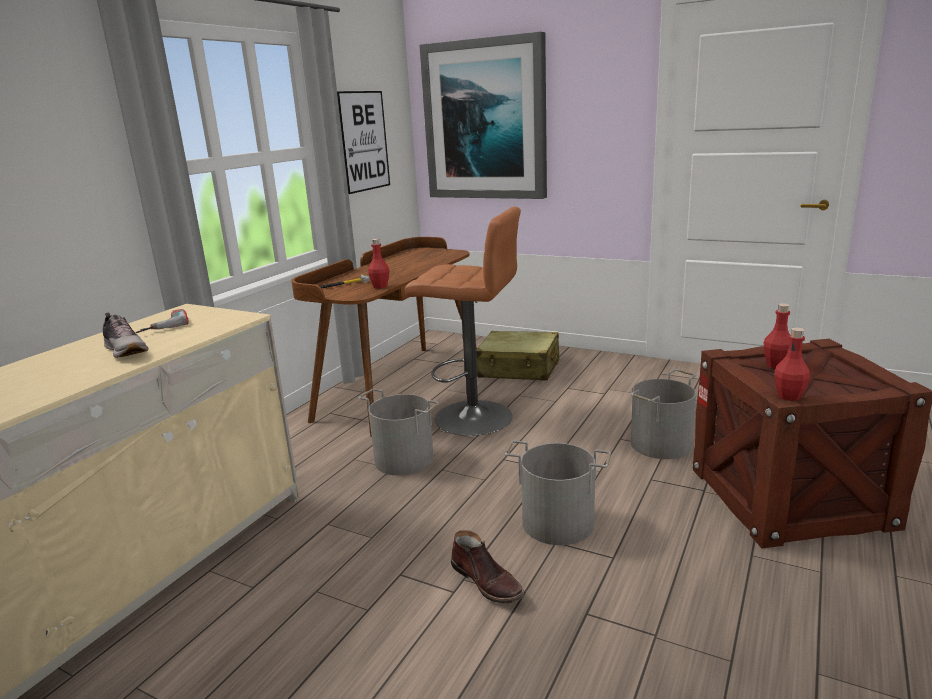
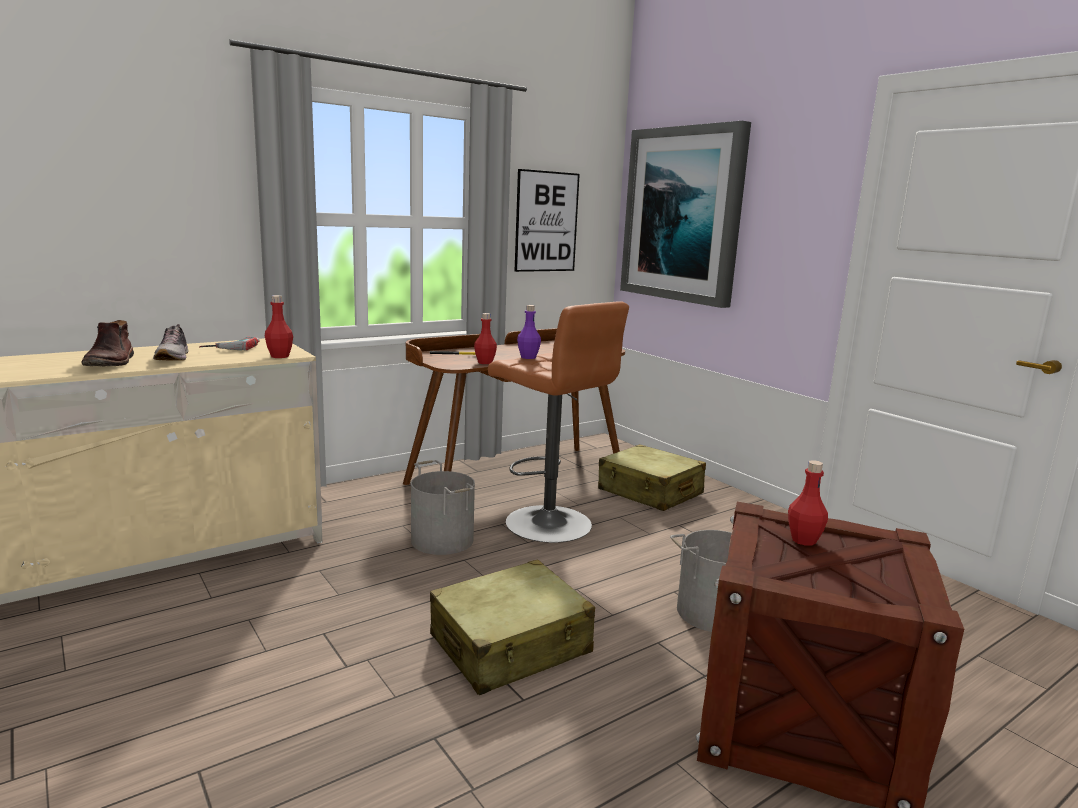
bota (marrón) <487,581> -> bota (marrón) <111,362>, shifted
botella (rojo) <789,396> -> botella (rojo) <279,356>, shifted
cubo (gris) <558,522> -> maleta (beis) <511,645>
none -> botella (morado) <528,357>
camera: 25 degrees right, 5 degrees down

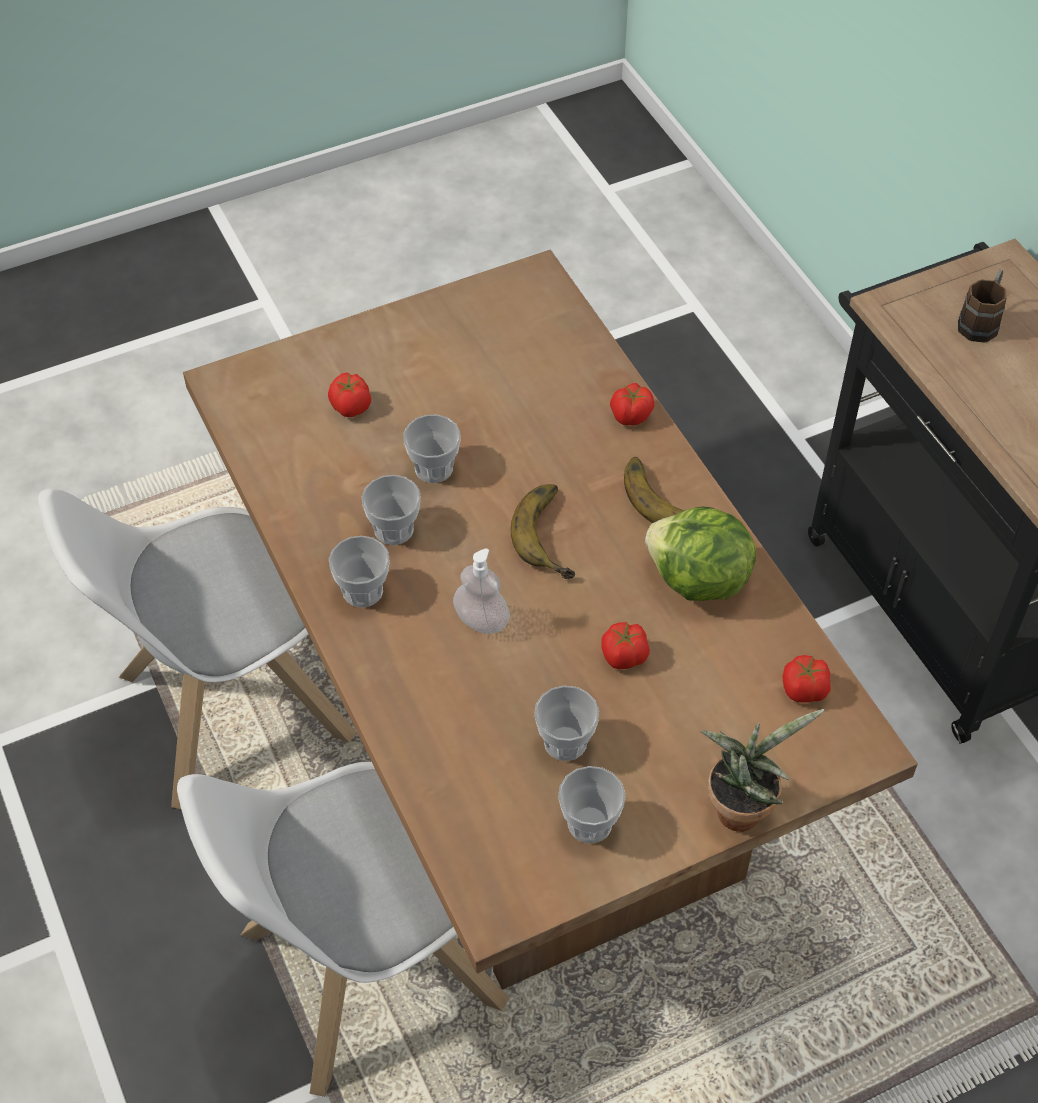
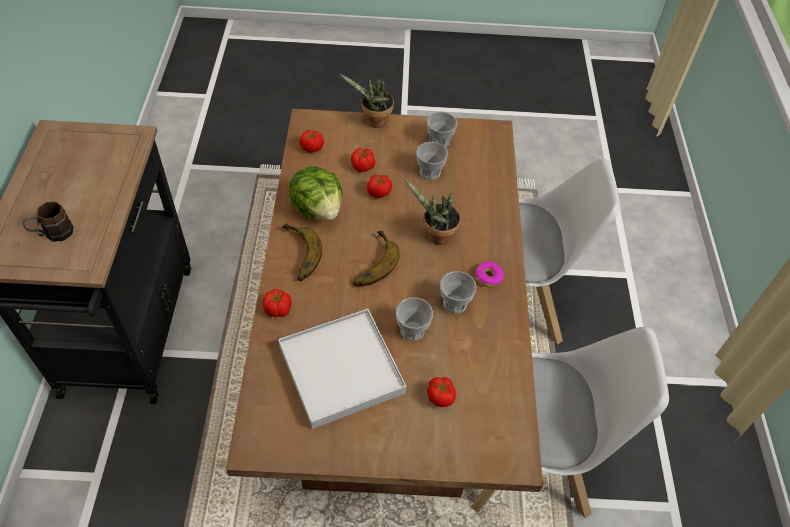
none -> bandeja (blanco) <342,370>
none -> tomate <363,167>
dispensador de jabón <481,621> -> planta en maceta <435,237>
taza <363,591> -> rosquilla <488,277>
camera: 155 degrees left, 0 degrees up

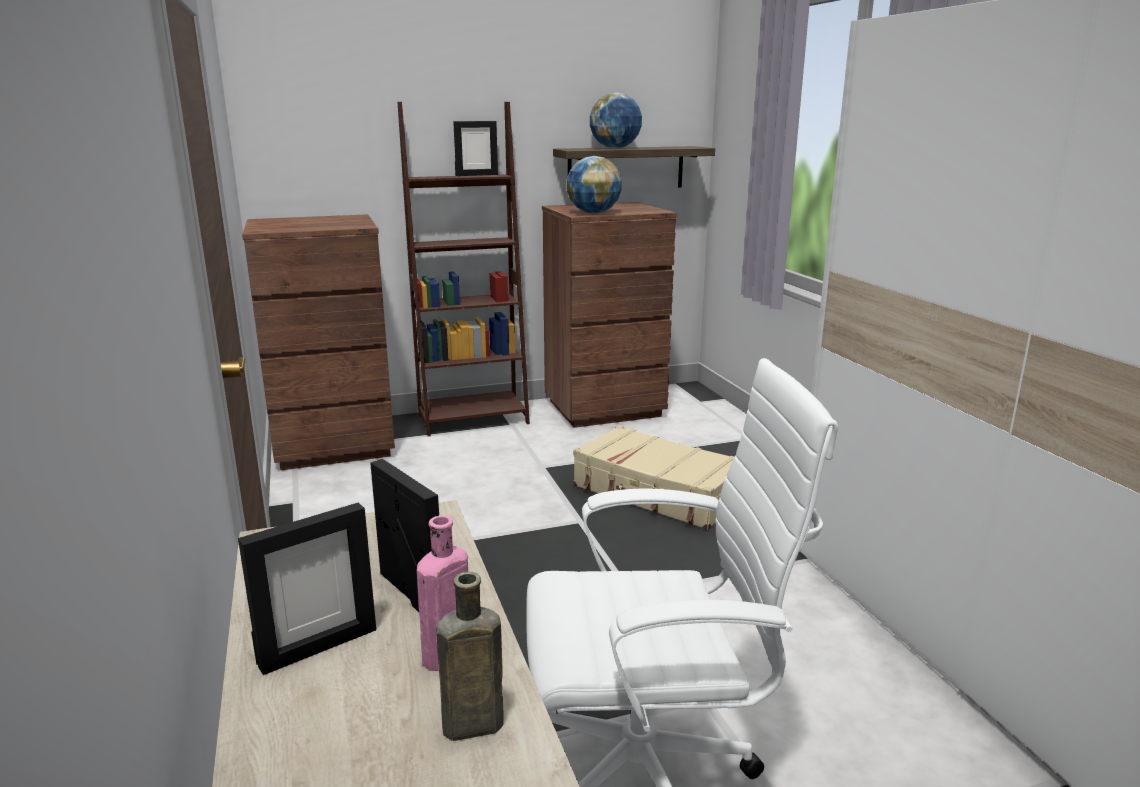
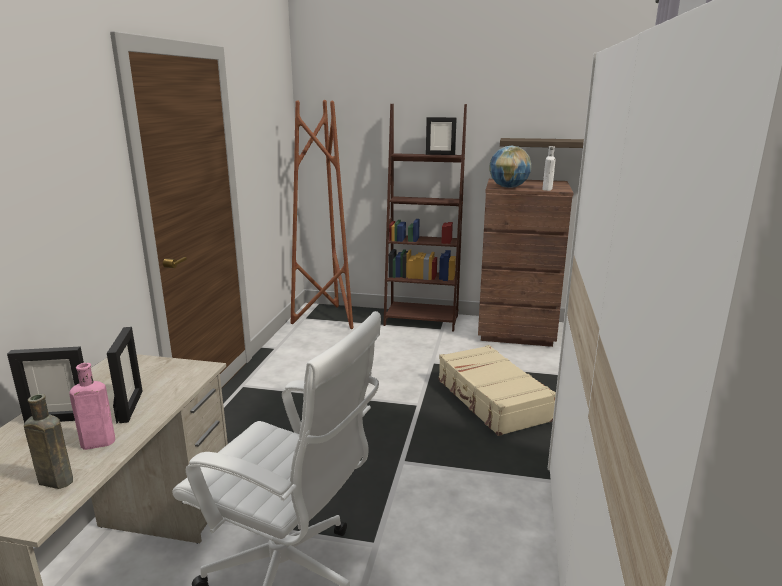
cómoda (marrón) <335,445> -> perchero (marrón) <327,319>
none -> botella (blanco) <547,189>
globo terráqueo <615,148> -> none
camera: 30 degrees right, 0 degrees up

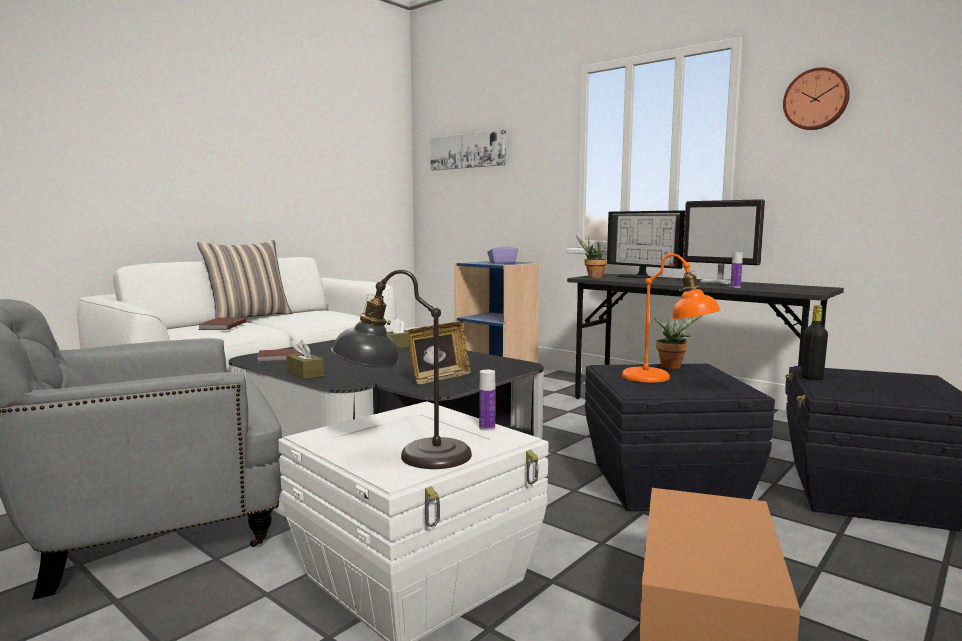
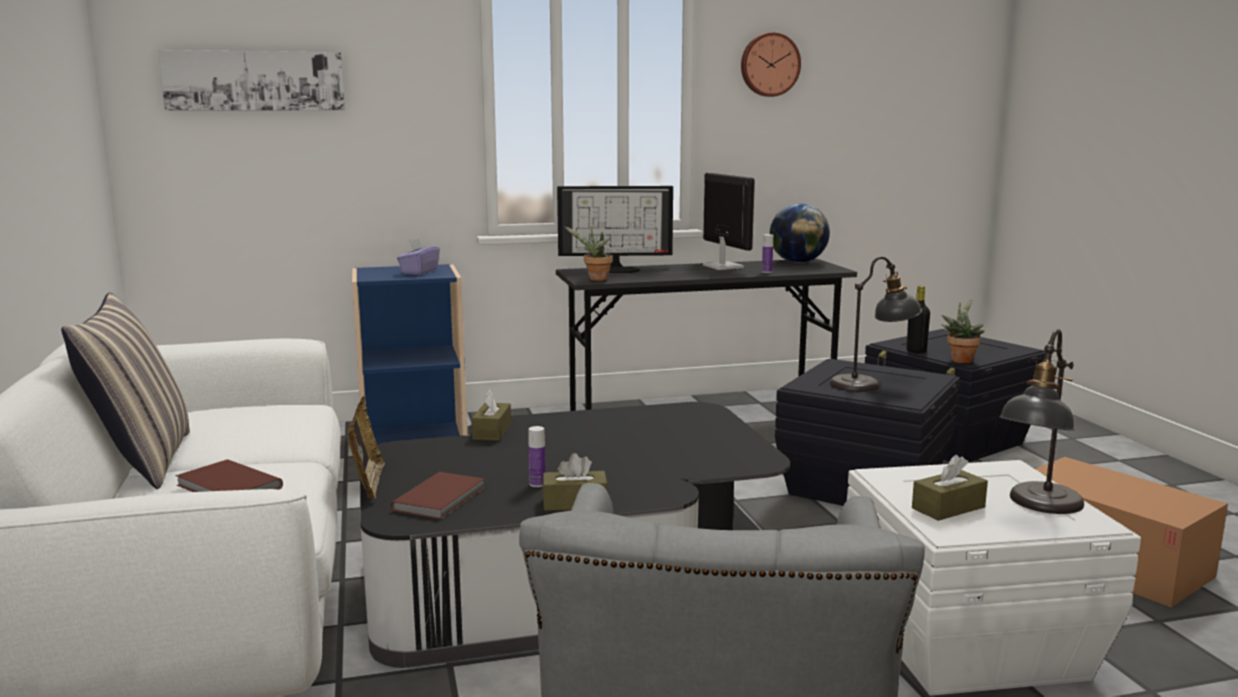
portarretratos <439,378> -> portarretratos <368,484>, shifted
botella <487,427> -> botella <537,484>, shifted
monitor <720,282> -> monitor <722,267>, 105 degrees counterclockwise
none -> globo terráqueo <798,262>
lámpara de mesa (naranja) <666,379> -> lámpara de mesa (gris) <871,382>
none -> caja de pañuelos (marrón) <948,508>
planta en maceta <672,366> -> planta en maceta <960,360>, shifted
camera: 55 degrees left, 5 degrees up

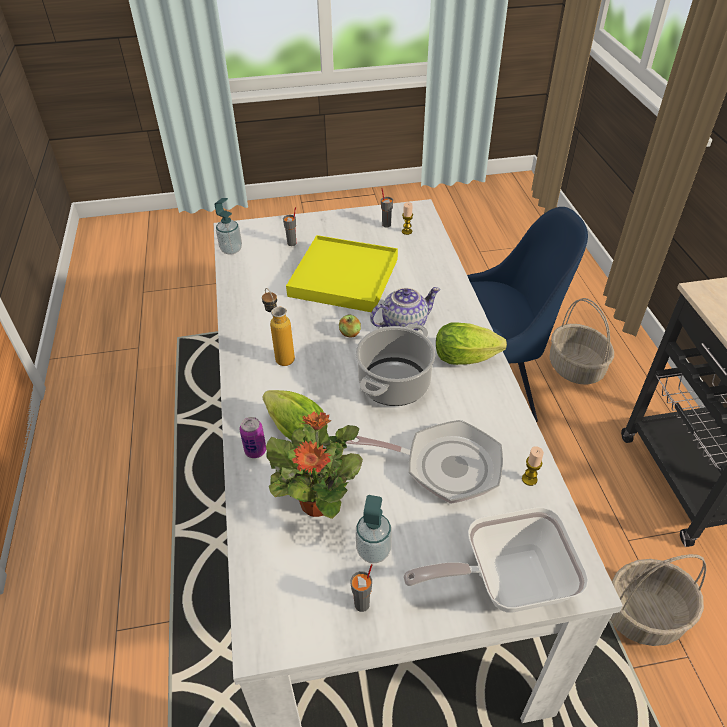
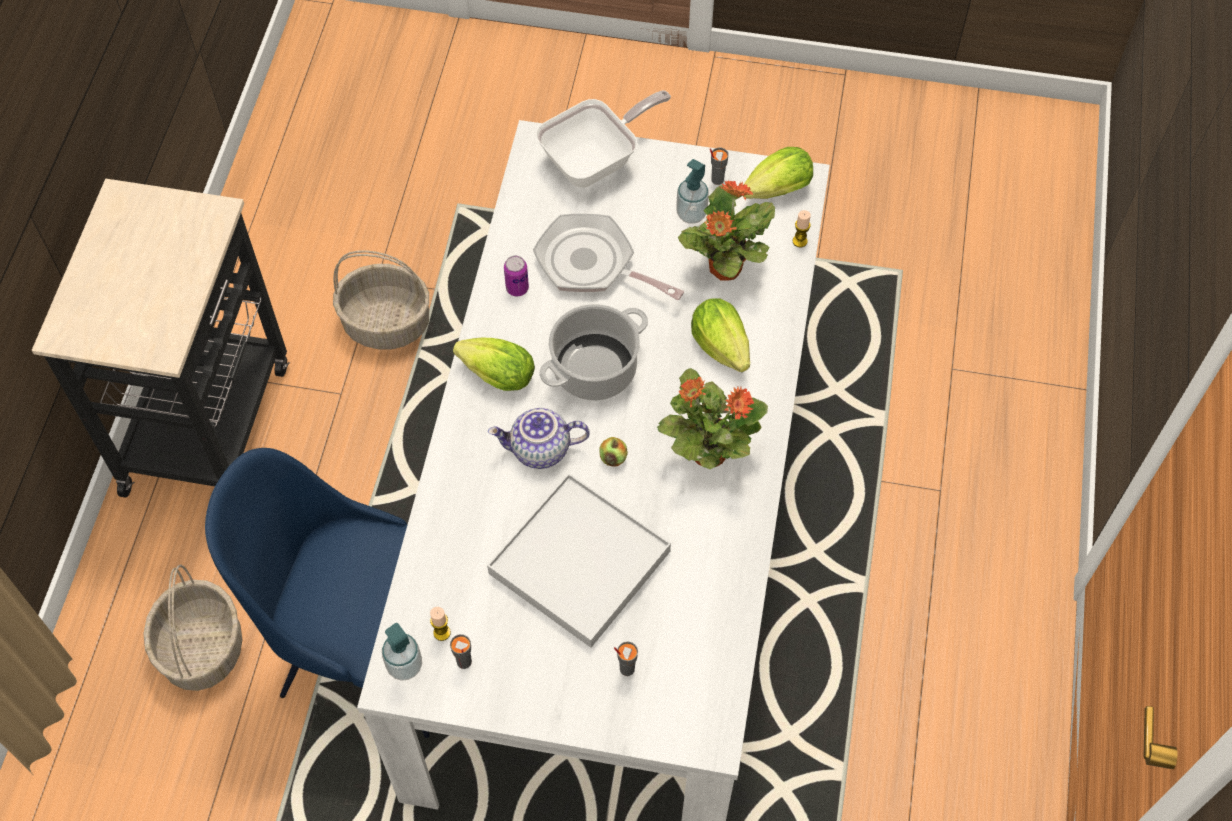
dispensador de jabón <231,249> -> dispensador de jabón <405,666>, shifted
bandeja (amarillo) <344,277> -> bandeja (blanco) <579,562>
lata <255,451> -> lata <517,288>, shifted
sartén <505,581> -> sartén <596,160>, 45 degrees counterclockwise
botella <281,355> -> planta en maceta <707,452>
none -> lechuga <773,192>
vela <529,479> -> vela <800,241>, shifted
camera: 160 degrees left, 15 degrees up

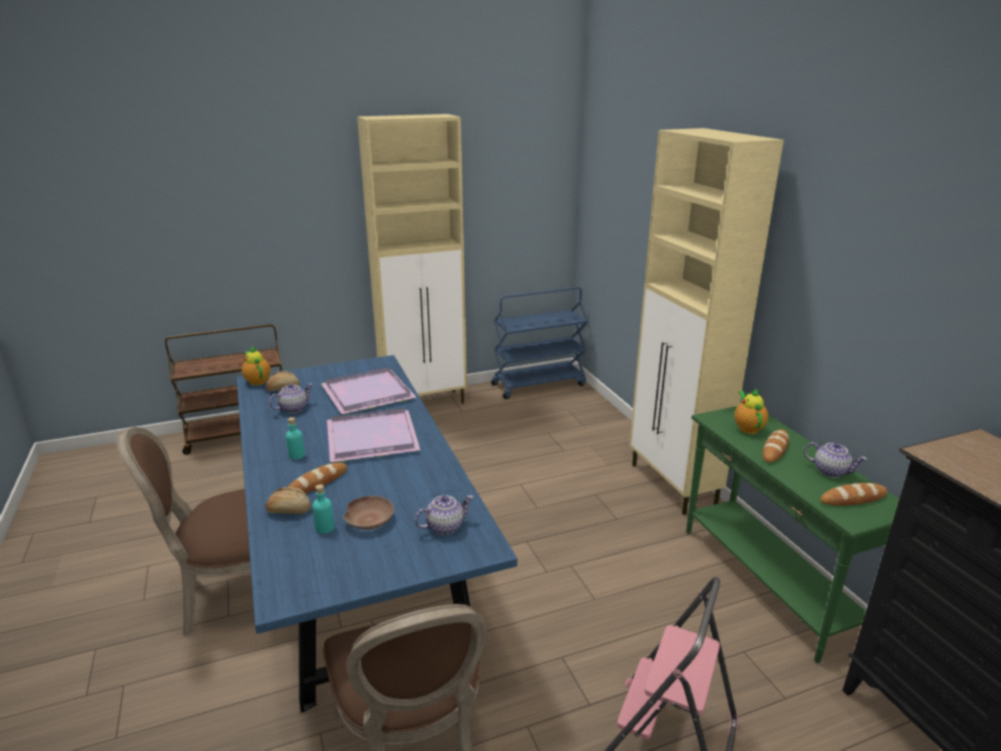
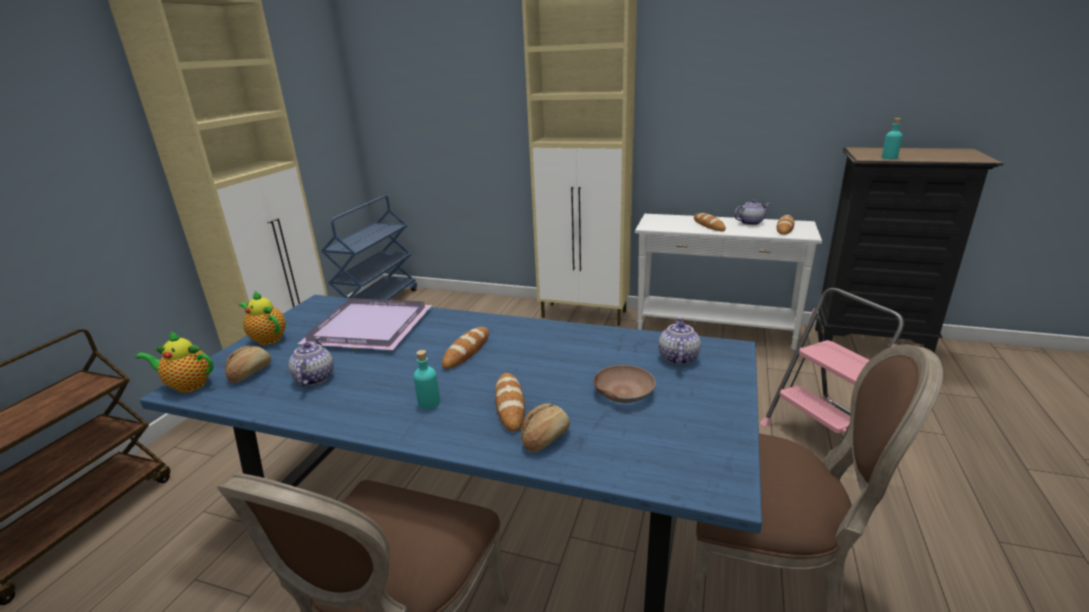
tetera <747,427> -> tetera <267,339>, shifted
bandeja (morado) <370,439> -> pan <467,351>
mesa consola (verde) <769,583> -> mesa consola (blanco) <715,331>
botella (turquesa) <325,528> -> botella (turquesa) <889,157>, shifted
camera: 50 degrees left, 0 degrees up

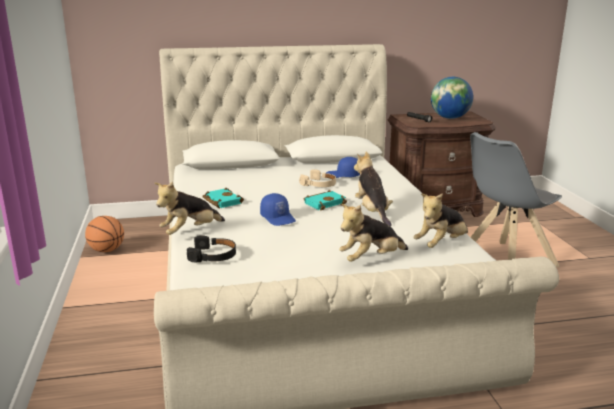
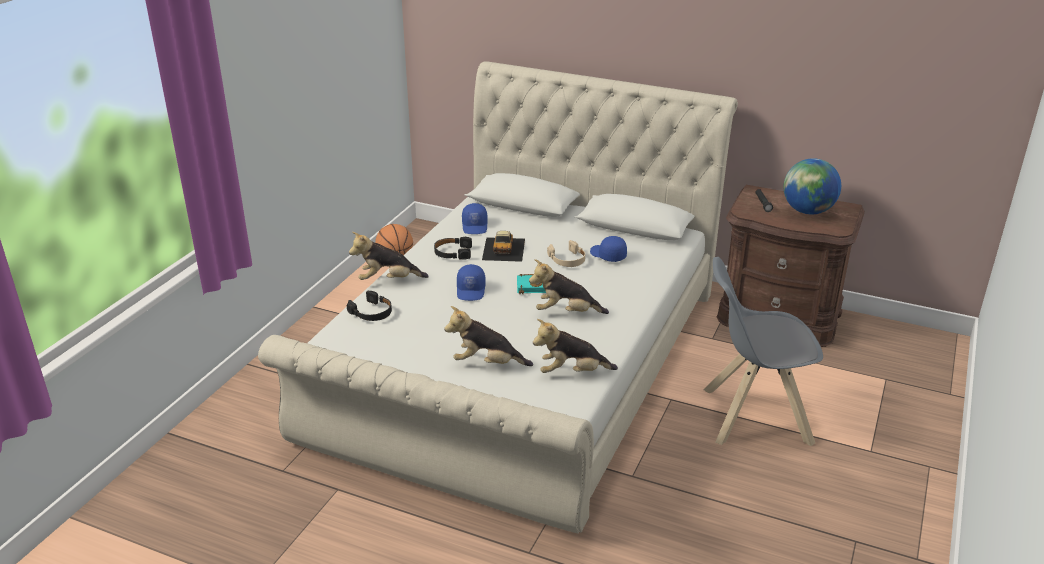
libro (turquesa) <221,201> -> auriculares (negro) <453,253>
none -> gorra (azul) <475,226>
none -> coche de juguete <504,249>
peluche <372,212> -> peluche <566,312>, 105 degrees counterclockwise
camera: 35 degrees right, 10 degrees up

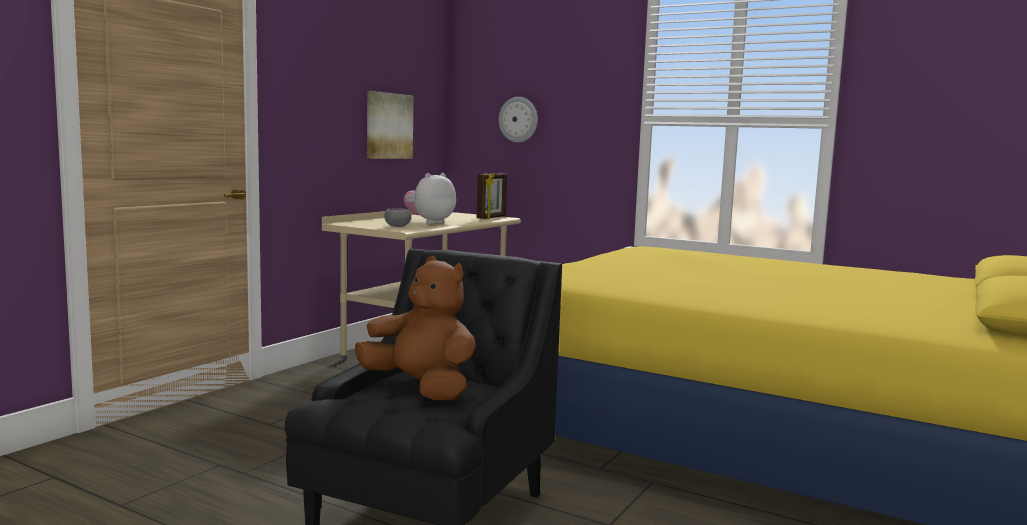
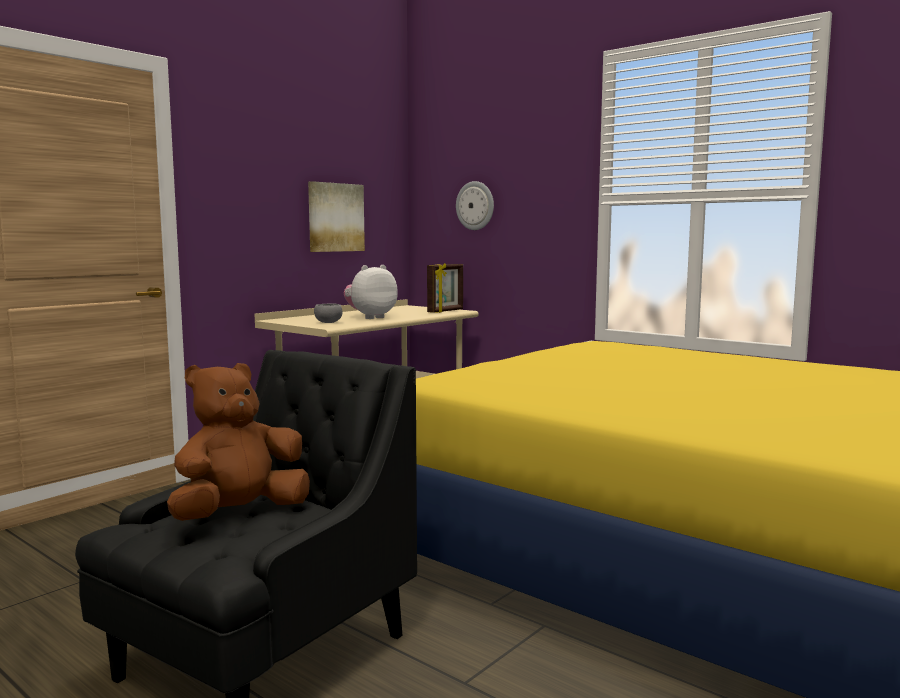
peluche (marrón) <421,389> -> peluche (marrón) <240,514>, 90 degrees counterclockwise
camera: 10 degrees right, 0 degrees up

